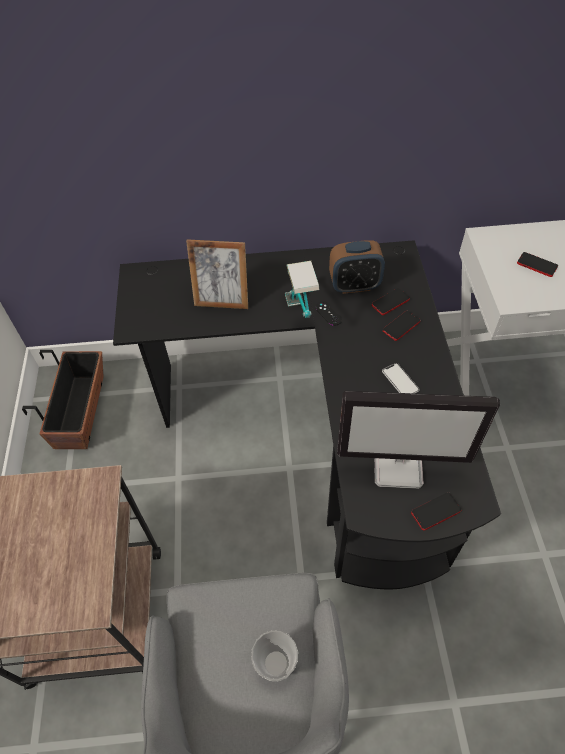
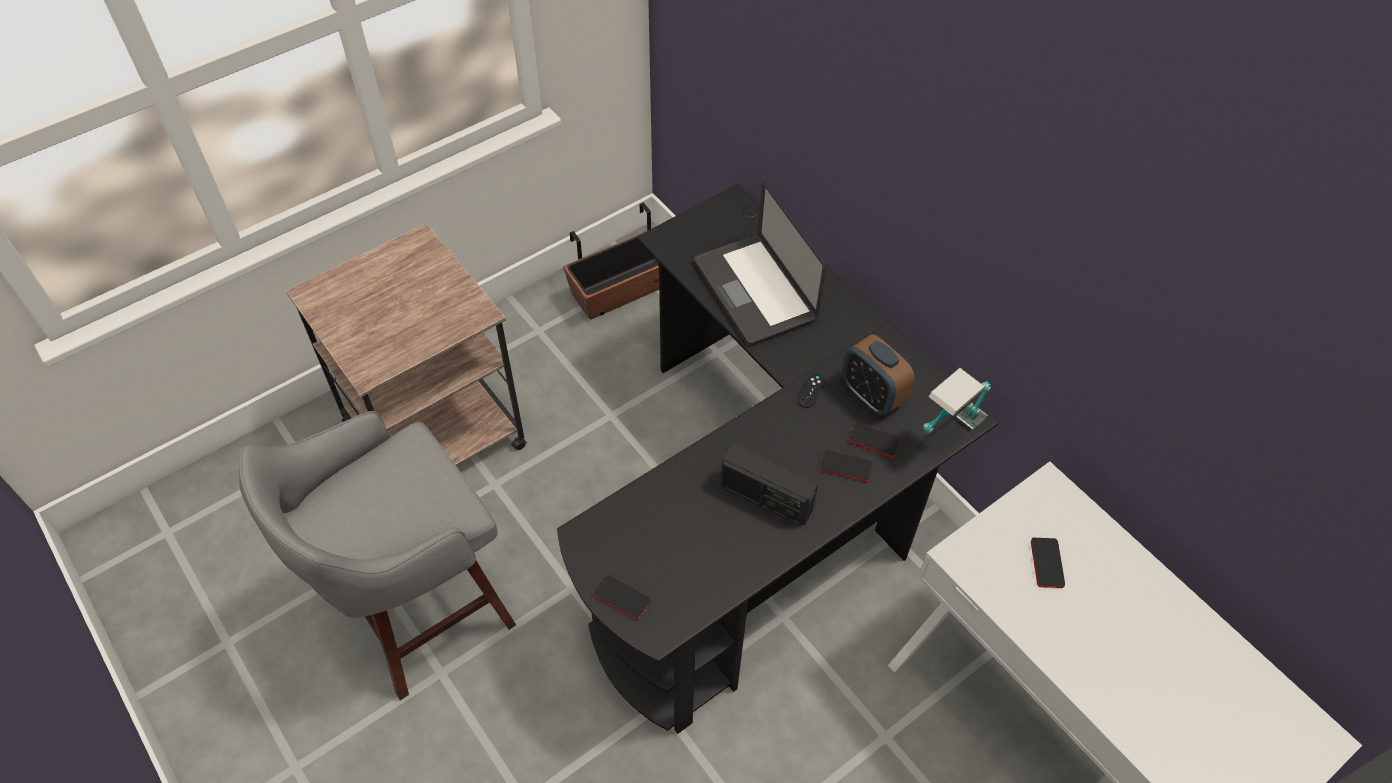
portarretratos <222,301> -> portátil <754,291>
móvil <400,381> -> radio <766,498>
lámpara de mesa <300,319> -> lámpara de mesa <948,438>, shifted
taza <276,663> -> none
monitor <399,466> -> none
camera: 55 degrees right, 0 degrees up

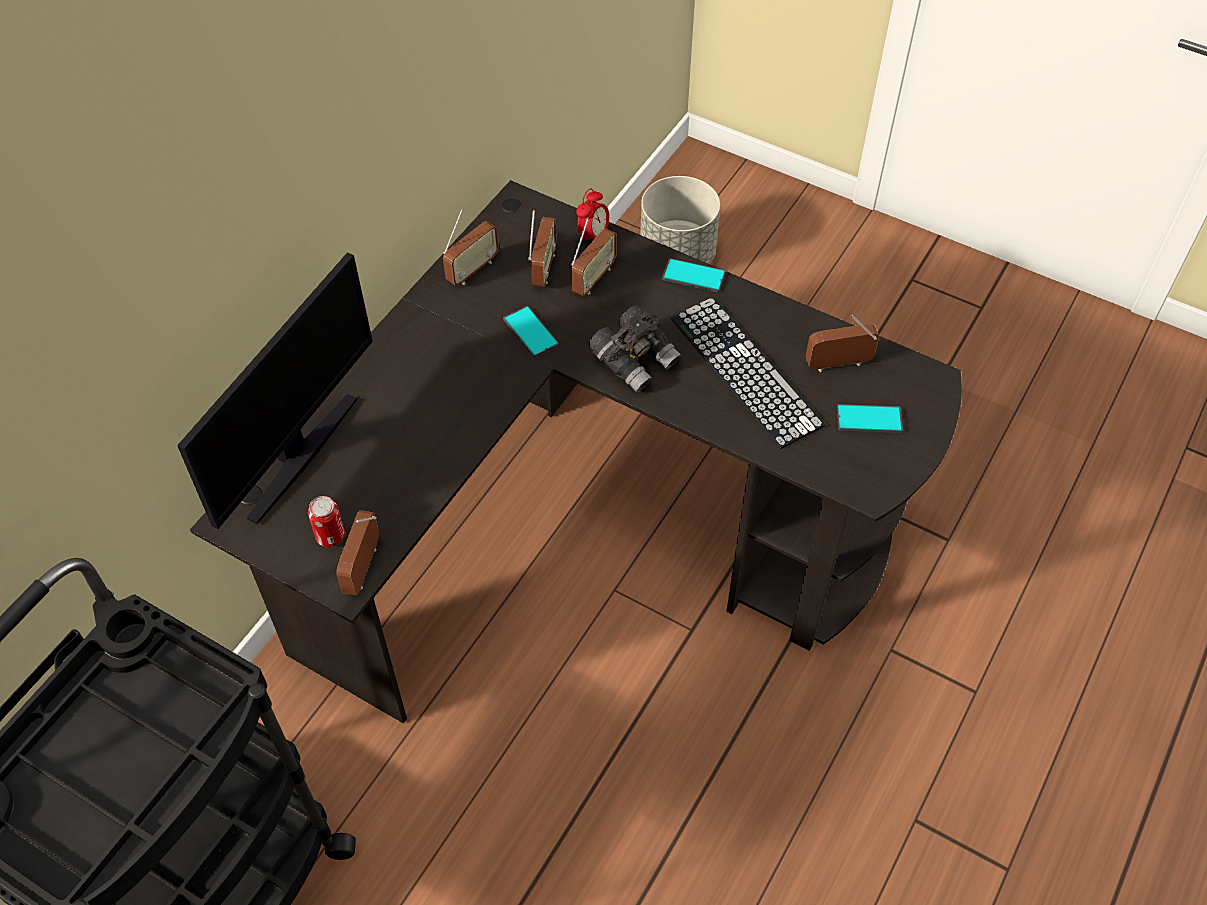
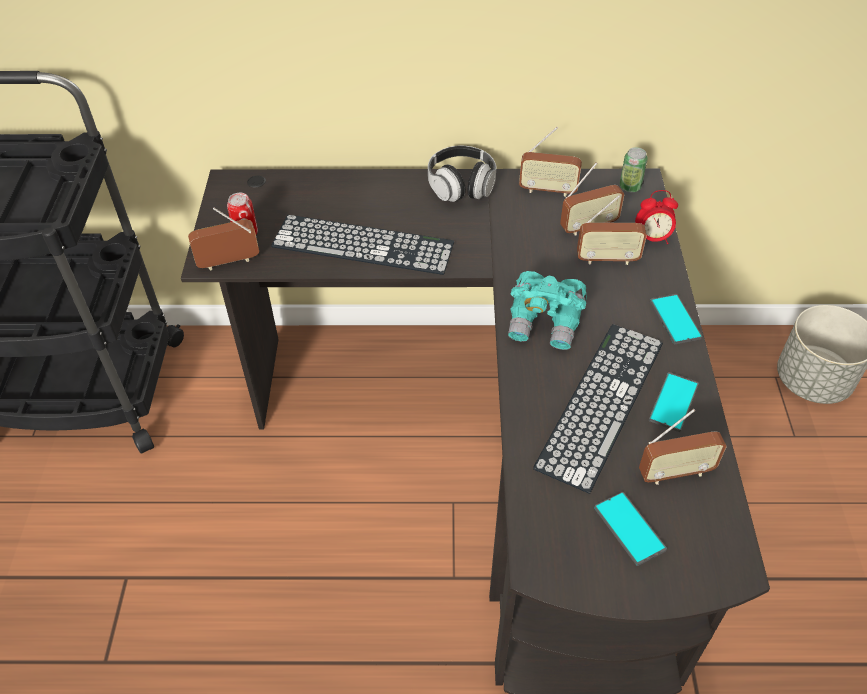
none -> teclado <363,244>
none -> auriculares <461,186>
prismáticos (gris) <635,360> -> prismáticos (turquesa) <545,323>
none -> lata <630,187>
radio <838,364> -> radio <675,473>, 120 degrees clockwise
móvil <530,332> -> móvil <673,402>, shifted
monitor <299,455> -> none
camera: 60 degrees right, 5 degrees down

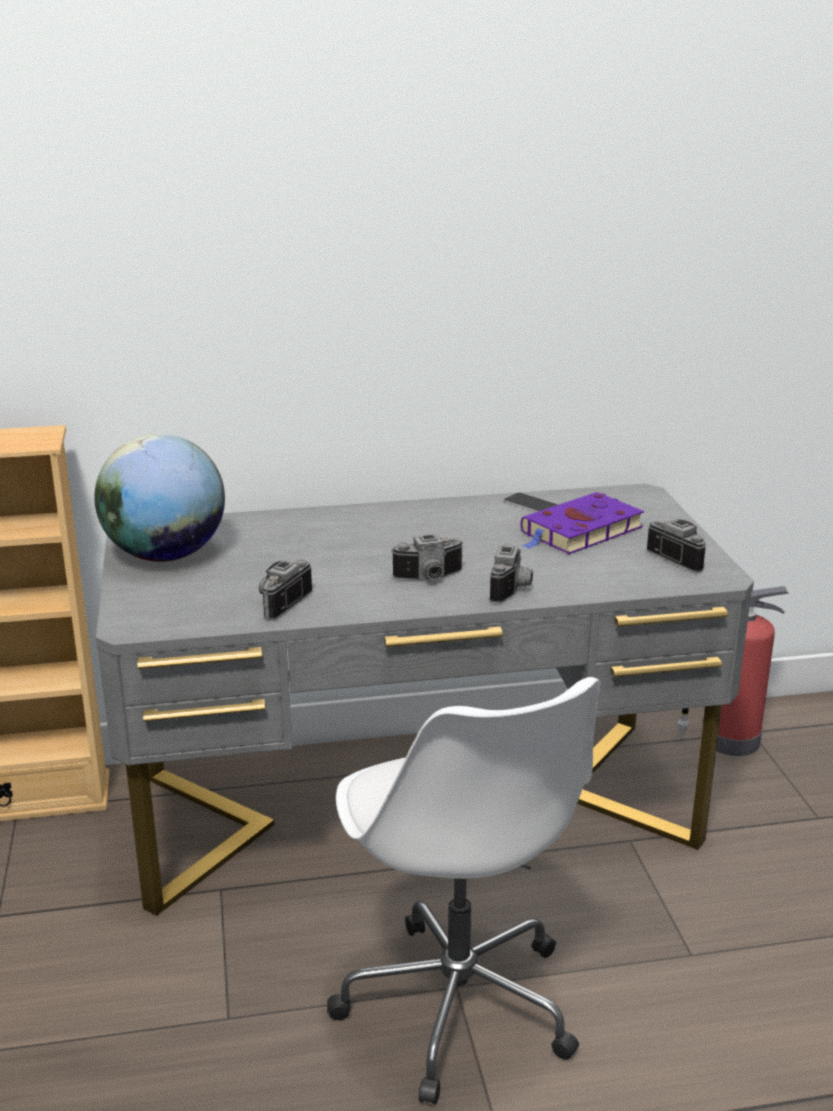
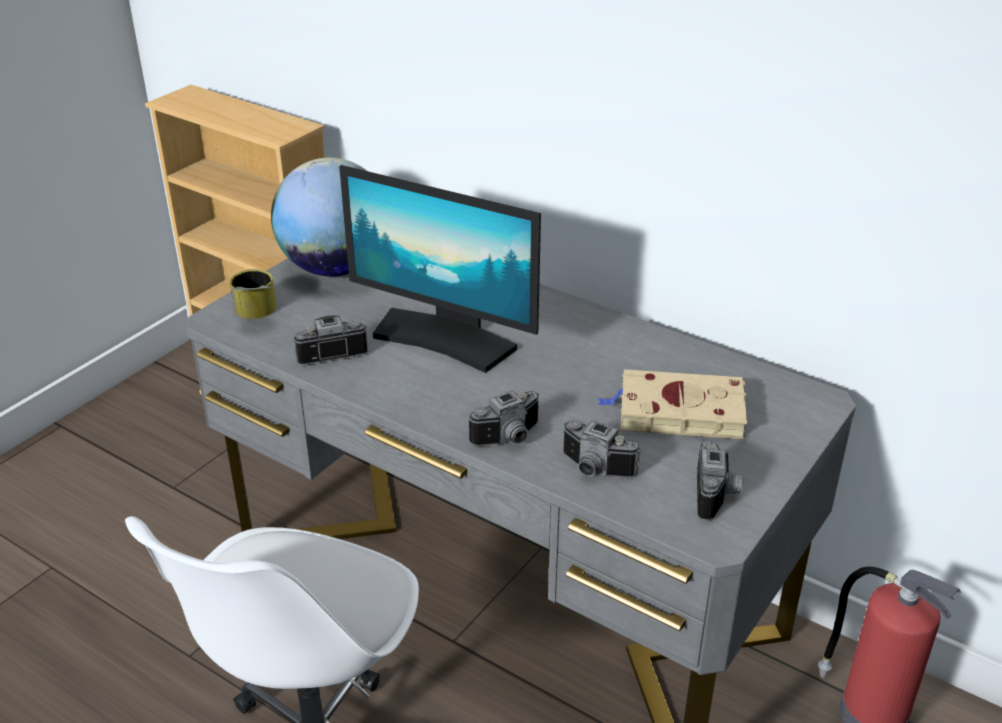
none -> lata <255,314>
none -> monitor <444,338>
cámara <430,578> -> cámara <594,470>, shifted
libro (morado) <579,531> -> libro (beis) <677,411>
móvil <532,504> -> none
camera: 45 degrees right, 10 degrees up

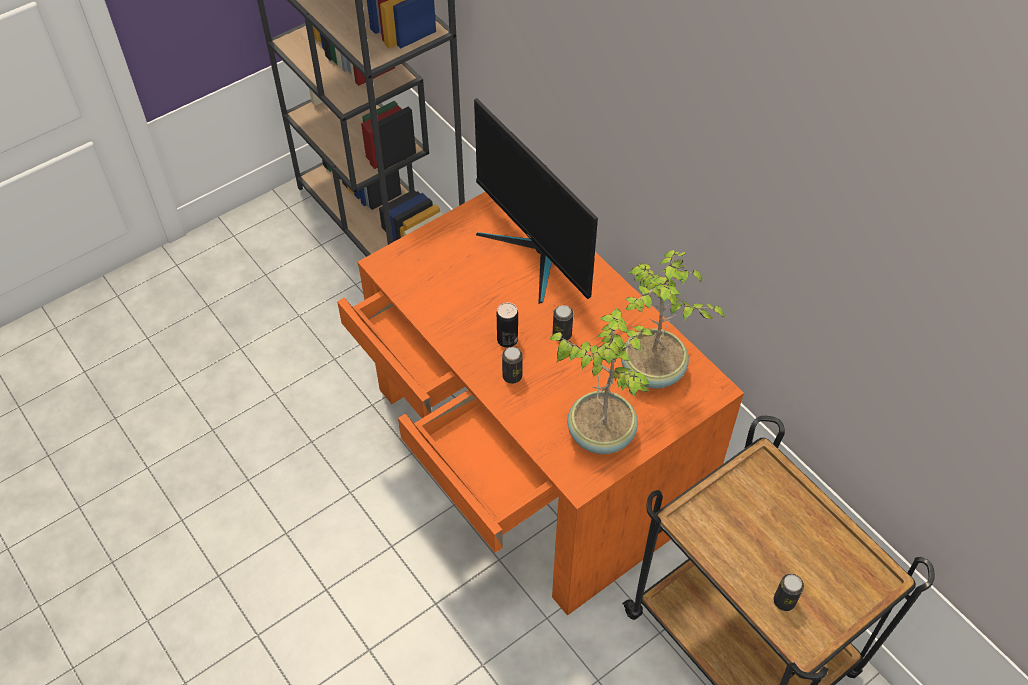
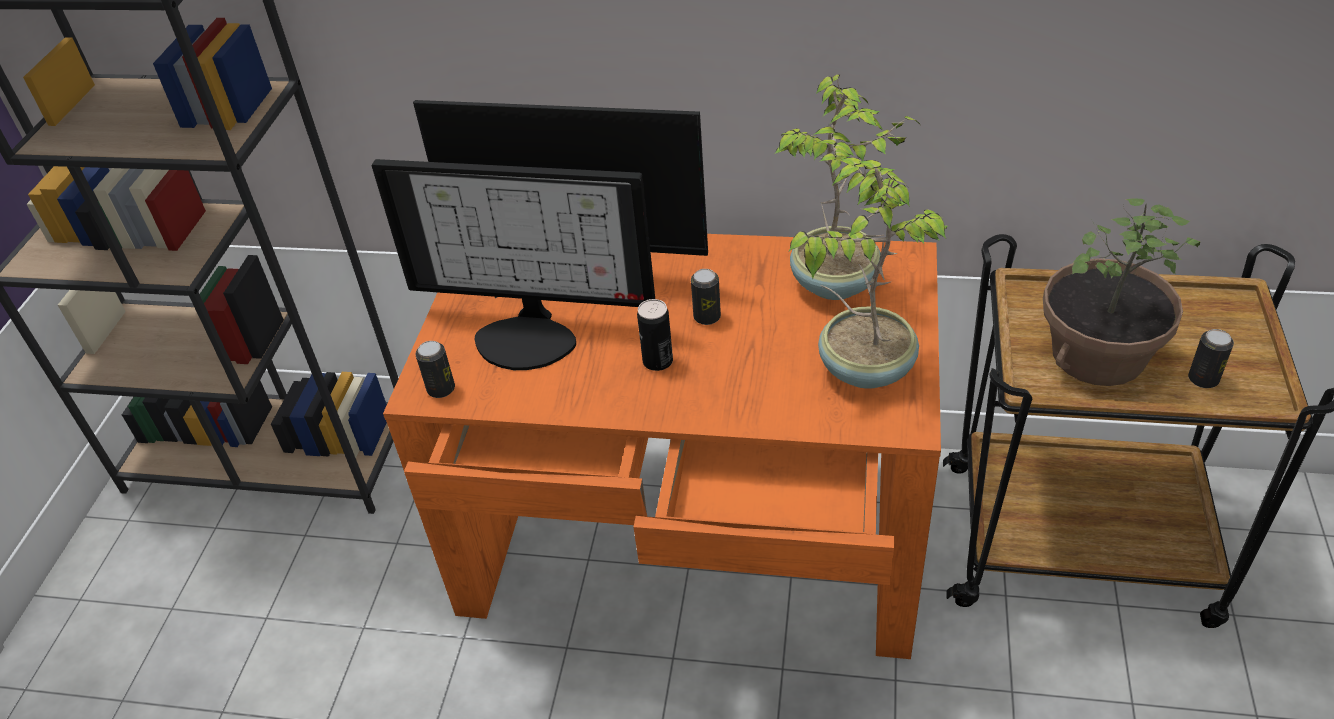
none -> monitor <529,335>
lata <512,376> -> lata <441,389>, shifted
none -> planta en maceta <1097,353>
camera: 40 degrees left, 10 degrees down

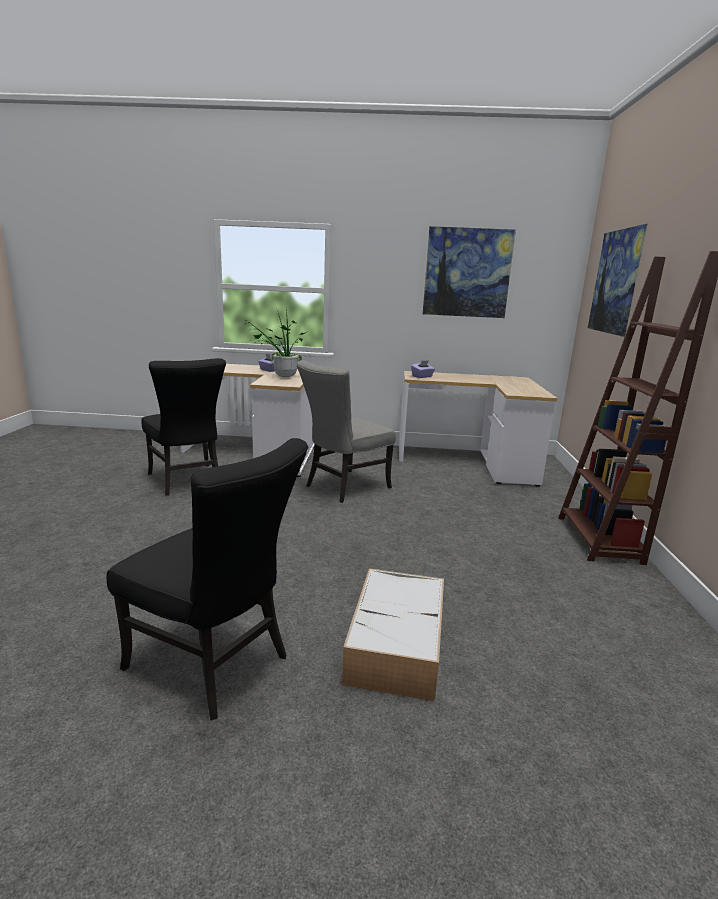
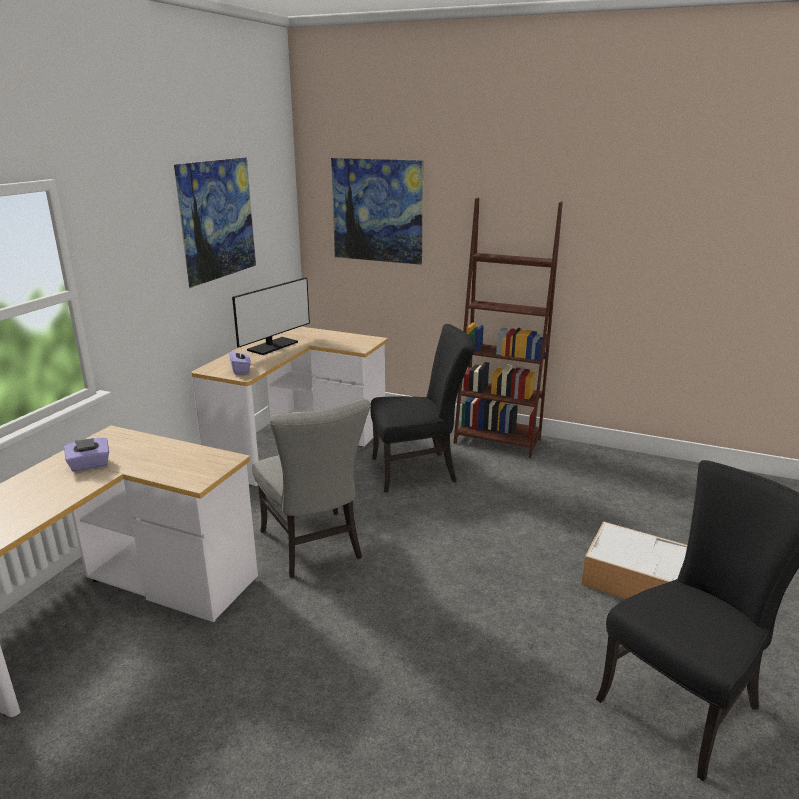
none -> monitor <273,346>
silla (negro) <188,481> -> silla (negro) <419,470>, shifted
planta en maceta <280,376> -> none
camera: 70 degrees left, 5 degrees up

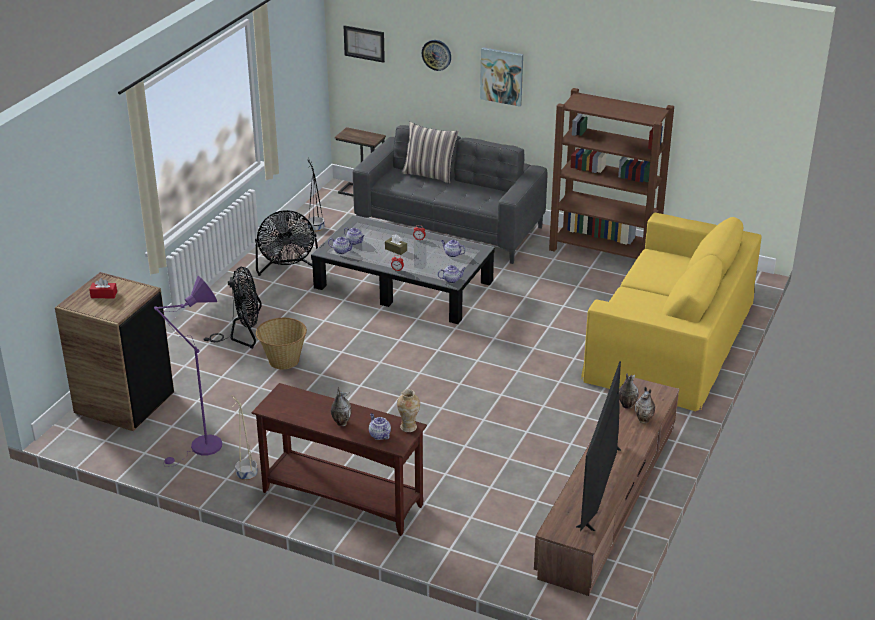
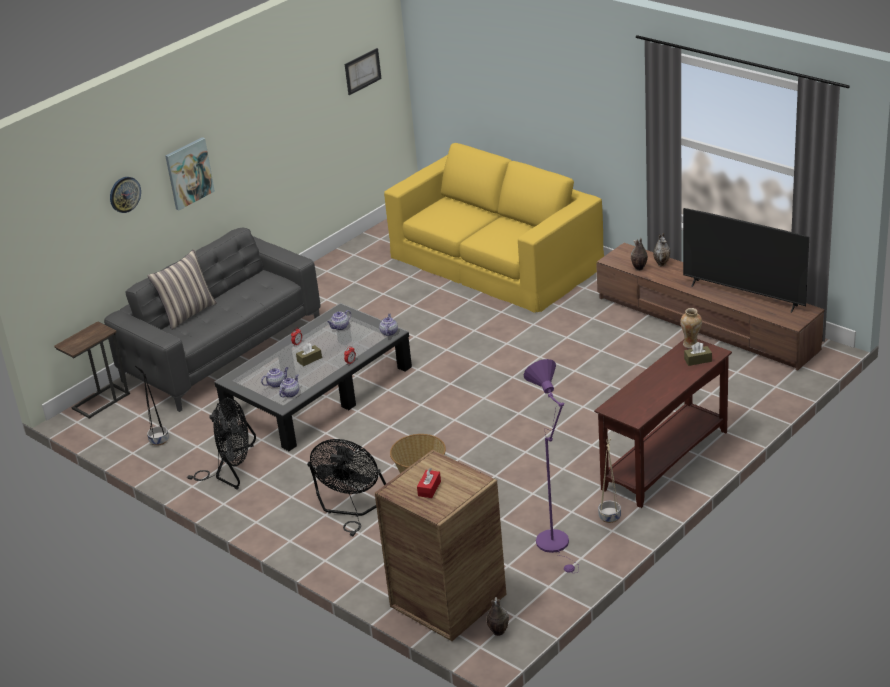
cuadro <364,43> -> cuadro <362,71>, shifted
florero <341,422> -> florero <498,632>, shifted
tetera <379,435> -> caja de pañuelos (marrón) <698,360>
estantería (marrón) <604,250> -> none
camera: 70 degrees left, 0 degrees up

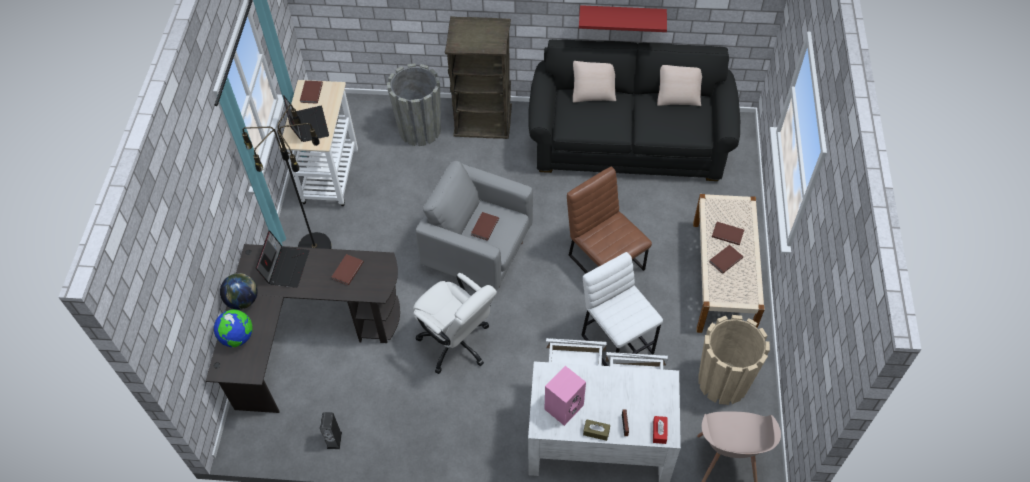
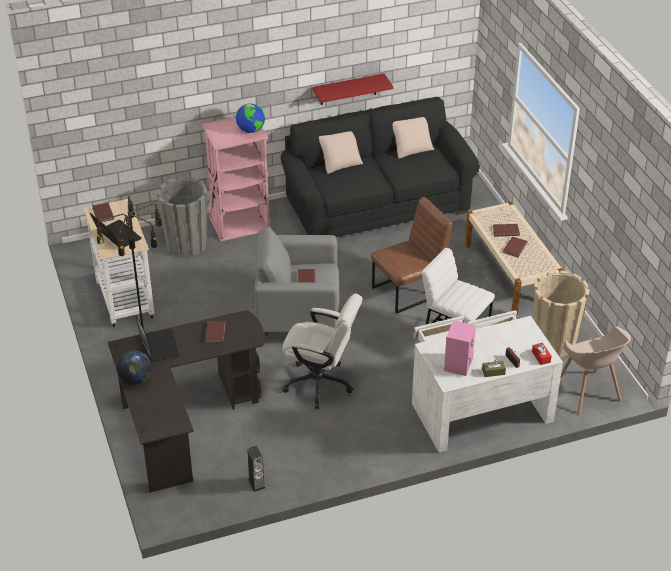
estantería (marrón) <483,120> -> estantería (rosa) <240,223>
globo terráqueo <238,337> -> globo terráqueo <251,130>, shifted
silla (marrón) <605,260> -> silla (marrón) <409,291>, 120 degrees clockwise
camera: 25 degrees left, 15 degrees down

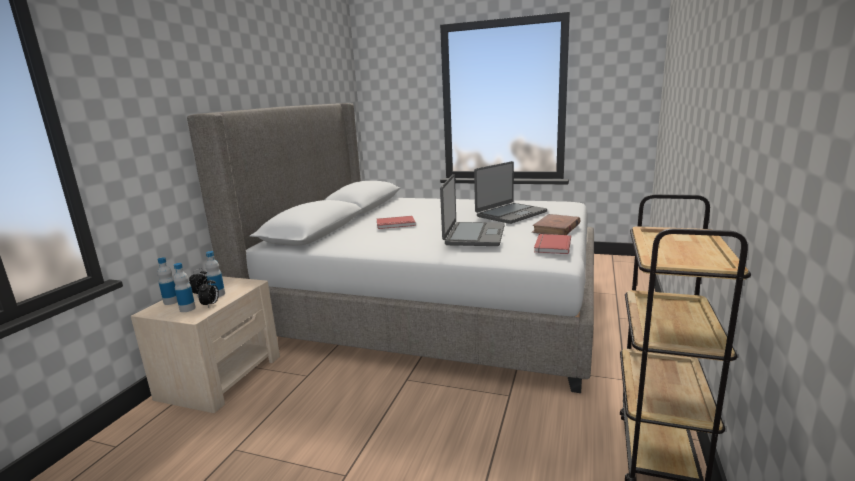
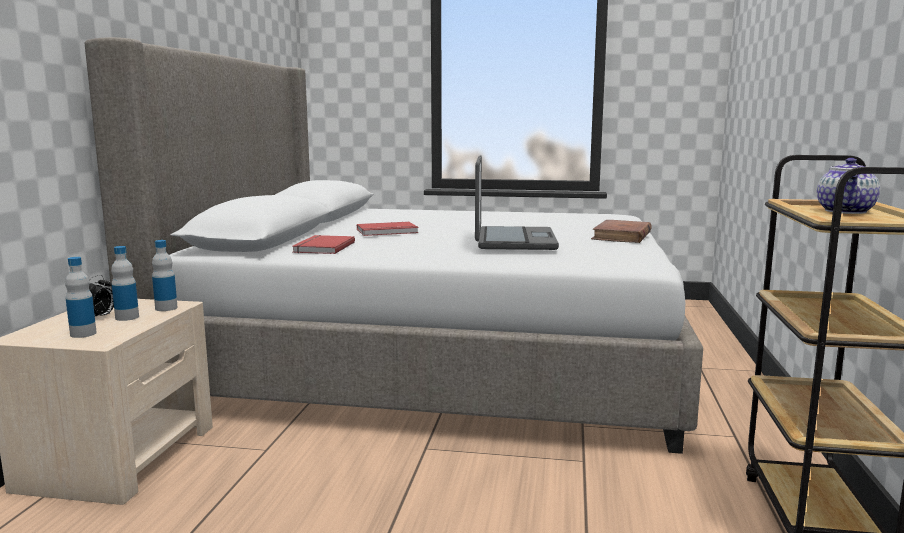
botella <171,302> -> botella <166,308>, shifted
libro (rojo) <551,246> -> libro (rojo) <322,247>, shifted
none -> tetera <846,211>
despertador <211,304> -> none
portátil <510,214> -> none
camera: 10 degrees left, 5 degrees down

